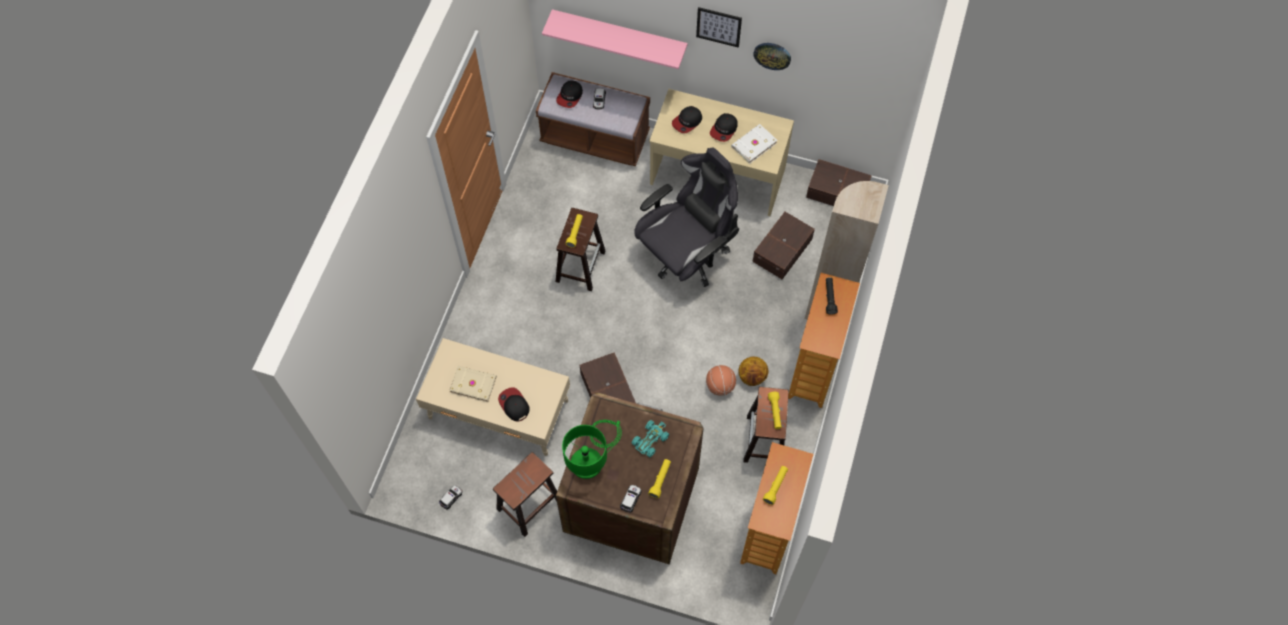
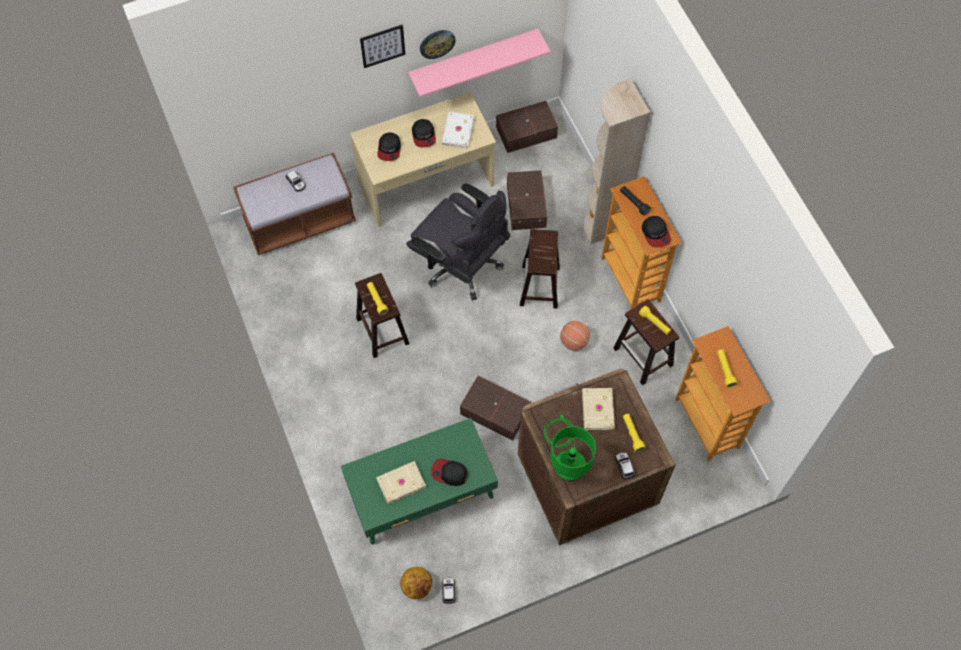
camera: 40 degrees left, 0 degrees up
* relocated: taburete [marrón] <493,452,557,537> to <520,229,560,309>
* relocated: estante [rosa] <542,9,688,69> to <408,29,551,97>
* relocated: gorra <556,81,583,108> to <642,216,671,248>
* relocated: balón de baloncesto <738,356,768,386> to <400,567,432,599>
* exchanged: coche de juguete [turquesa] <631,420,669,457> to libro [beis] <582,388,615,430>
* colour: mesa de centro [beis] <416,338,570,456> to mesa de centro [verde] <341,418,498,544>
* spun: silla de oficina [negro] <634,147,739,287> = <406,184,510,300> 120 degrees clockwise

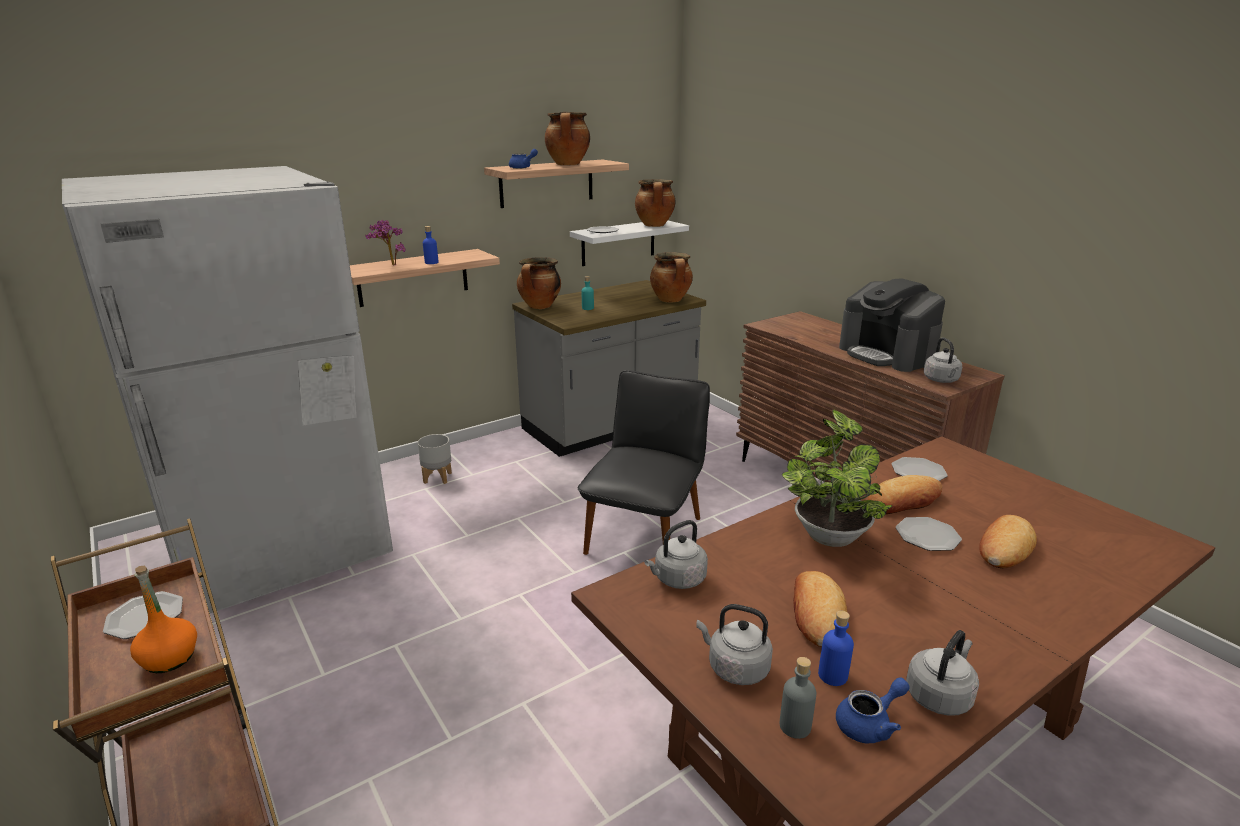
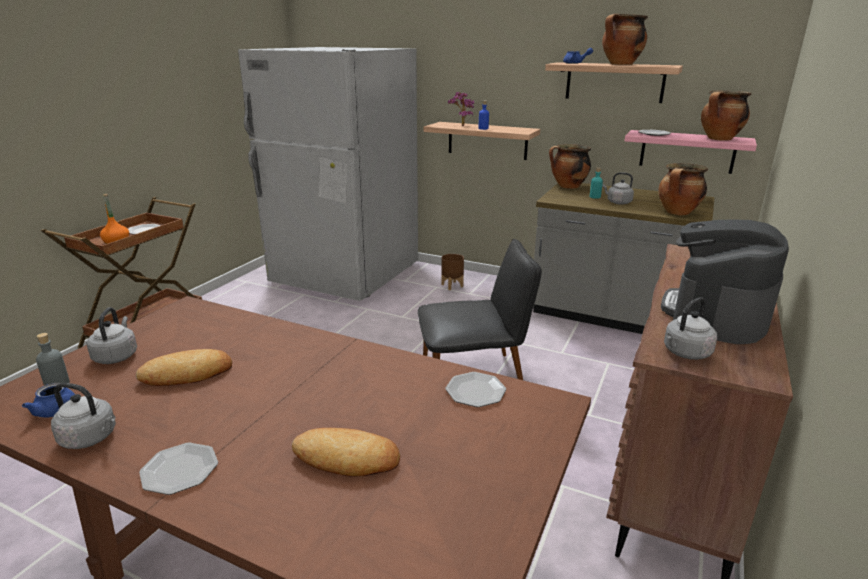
camera: 60 degrees right, 0 degrees up
* missing: planta en maceta <782,410,892,547>
* missing: botella [azul] <818,610,854,686>
* missing: pan <868,475,942,514>
* relocated: hervidor [gris] <644,520,708,589> to <602,172,634,205>
* relocated: plato <896,517,962,551> to <139,442,218,495>
* colour: maceta [gris] <417,434,452,484> to maceta [marrón] <441,254,464,290>
* colour: estante [blanco] <570,221,689,266> to estante [rosa] <624,130,757,174>

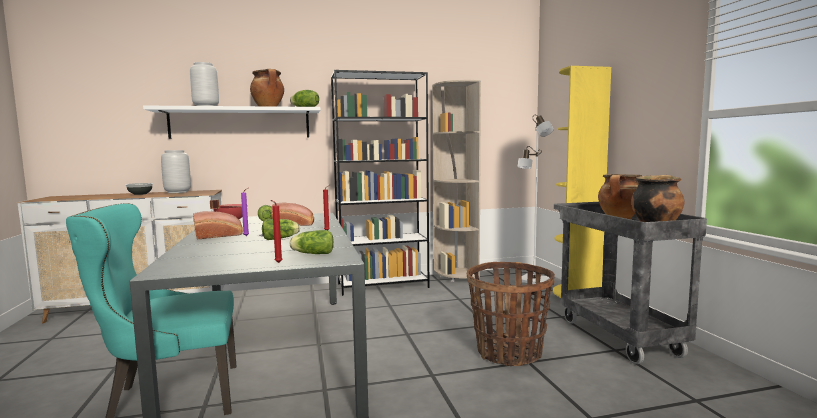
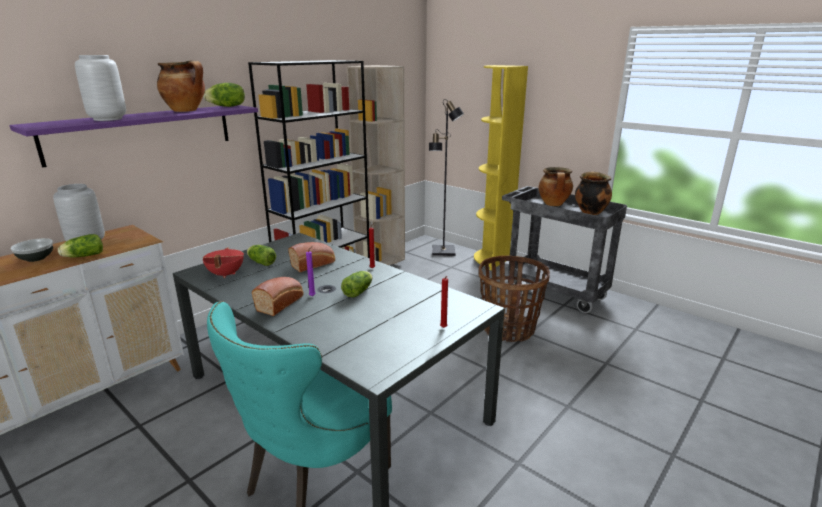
camera: 35 degrees left, 15 degrees up
* relocated: lechuga <290,230,334,254> to <58,234,103,257>
* colour: estante [blanco] <143,106,321,139> to estante [morado] <9,105,258,168>
* colour: lámpara de pie [blanco] <518,115,554,284> to lámpara de pie [negro] <429,99,464,256>

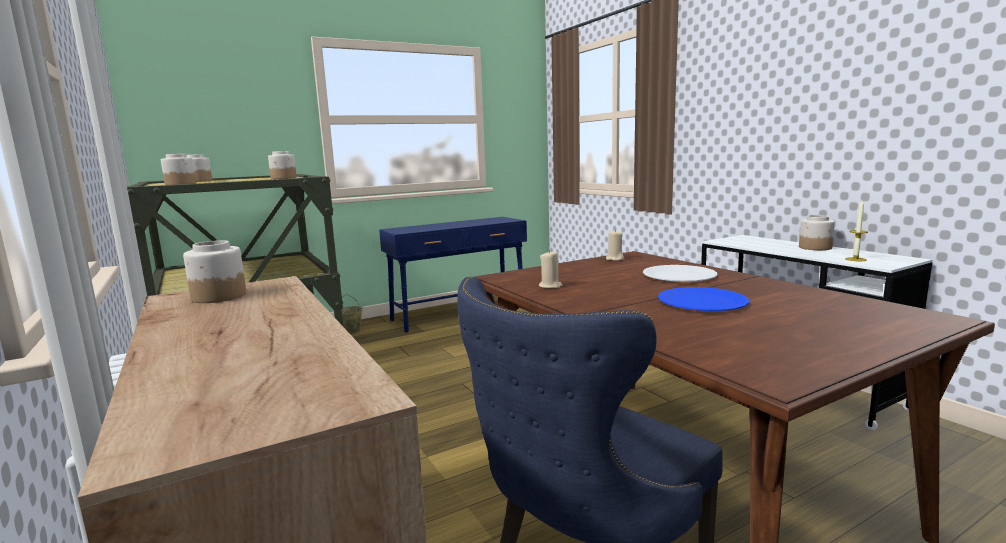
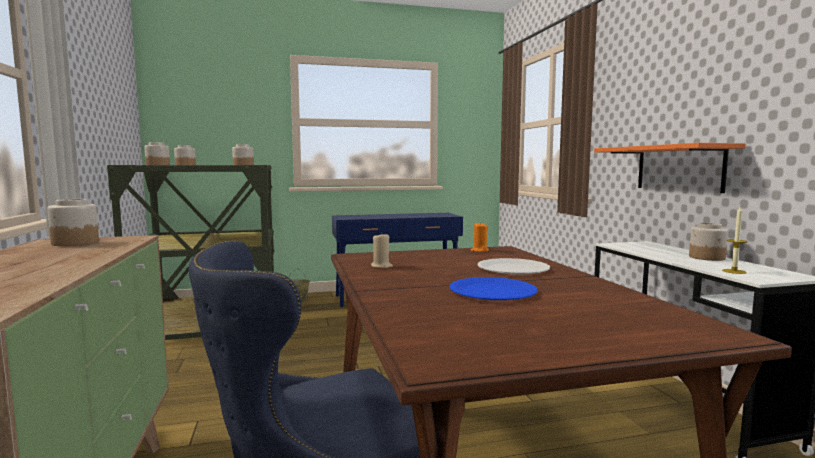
camera: 15 degrees right, 5 degrees down
* appeared: estante [naranja] <594,143,746,193>
* colour: vela [beis] <606,229,624,261> to vela [naranja] <471,222,489,252>

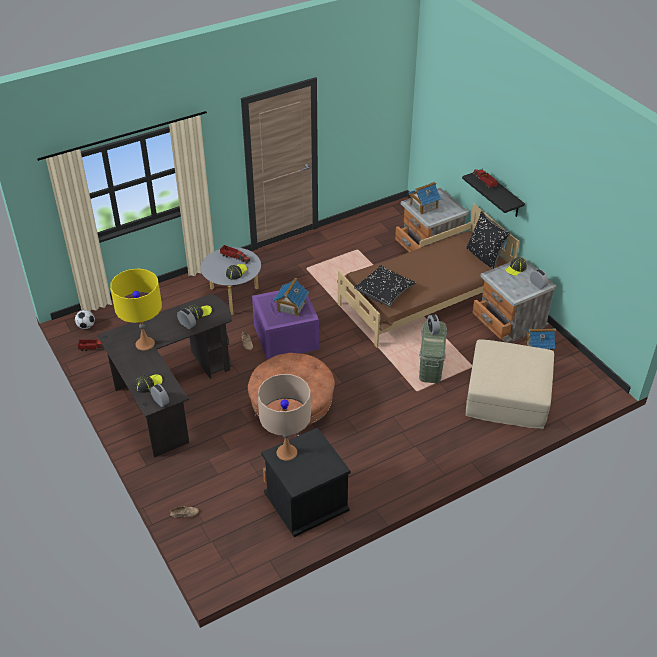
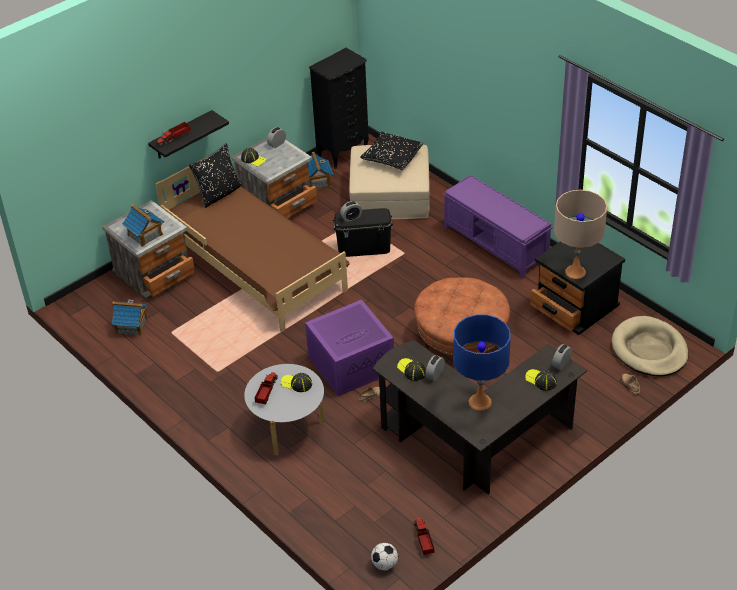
camera: 100 degrees left, 0 degrees up
* appeared: cómoda [negro] <309,48,369,169>
* appeared: banco [morado] <443,174,552,279>
* appeared: cama para perro [beis] <612,316,688,376>
* relocated: casita <273,278,309,317> to <112,300,148,336>
* relocated: cojín [negro] <354,265,416,307> to <360,132,423,170>
* colour: lámpara de mesa [amarillo] <110,269,162,351> to lámpara de mesa [azul] <454,314,511,411>
* colour: caja de almacenaje [verde] <419,321,447,384> to caja de almacenaje [negro] <333,208,393,257>

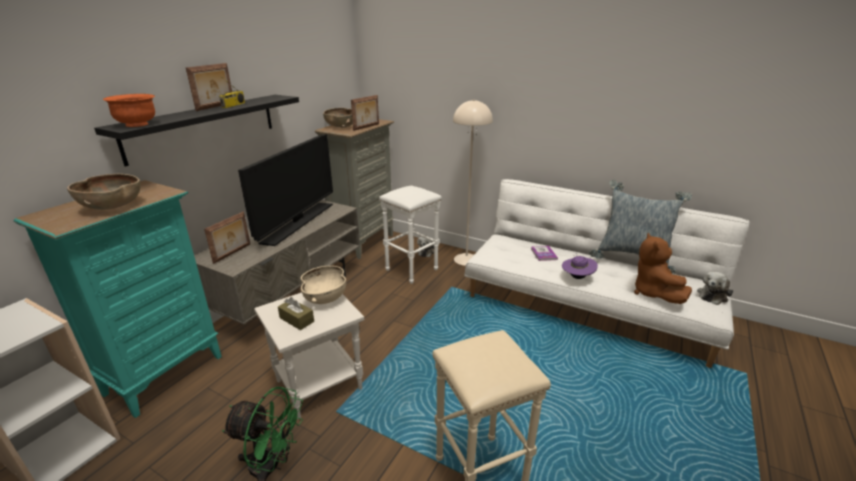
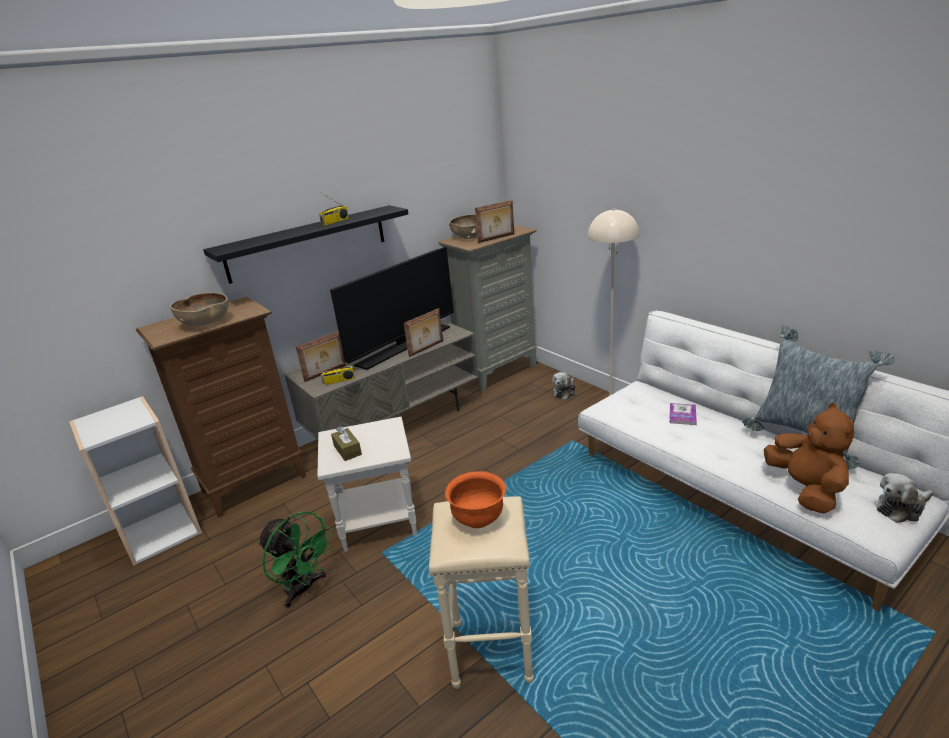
camera: 25 degrees right, 0 degrees up
* missing: cuenco [beis] <300,266,346,304>
* missing: taburete [blanco] <379,186,442,284>
* missing: sombrero [morado] <562,253,598,279>
* appeared: radio <321,355,355,385>
* relocated: cuenco [naranja] <103,94,155,127> to <445,471,506,528>
* relocated: portarretratos <186,63,232,111> to <404,308,443,357>
* colour: cómoda [turquesa] <14,180,222,418> to cómoda [marrón] <136,297,306,518>
* spun: peluche [marrón] <634,233,692,304> = <764,403,854,514> 150 degrees clockwise

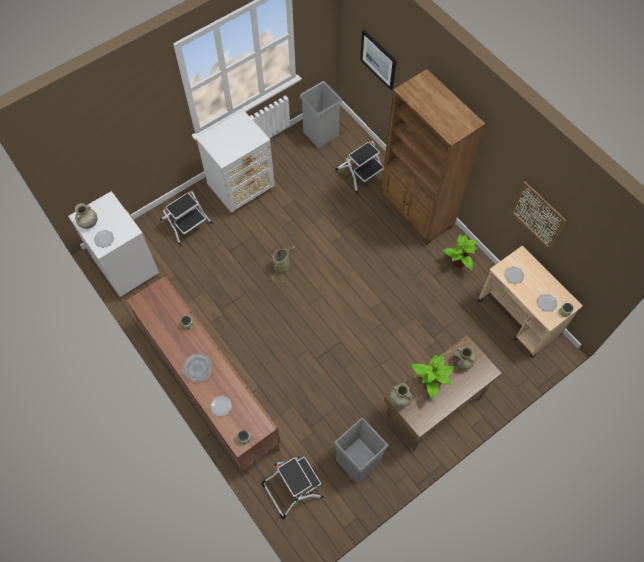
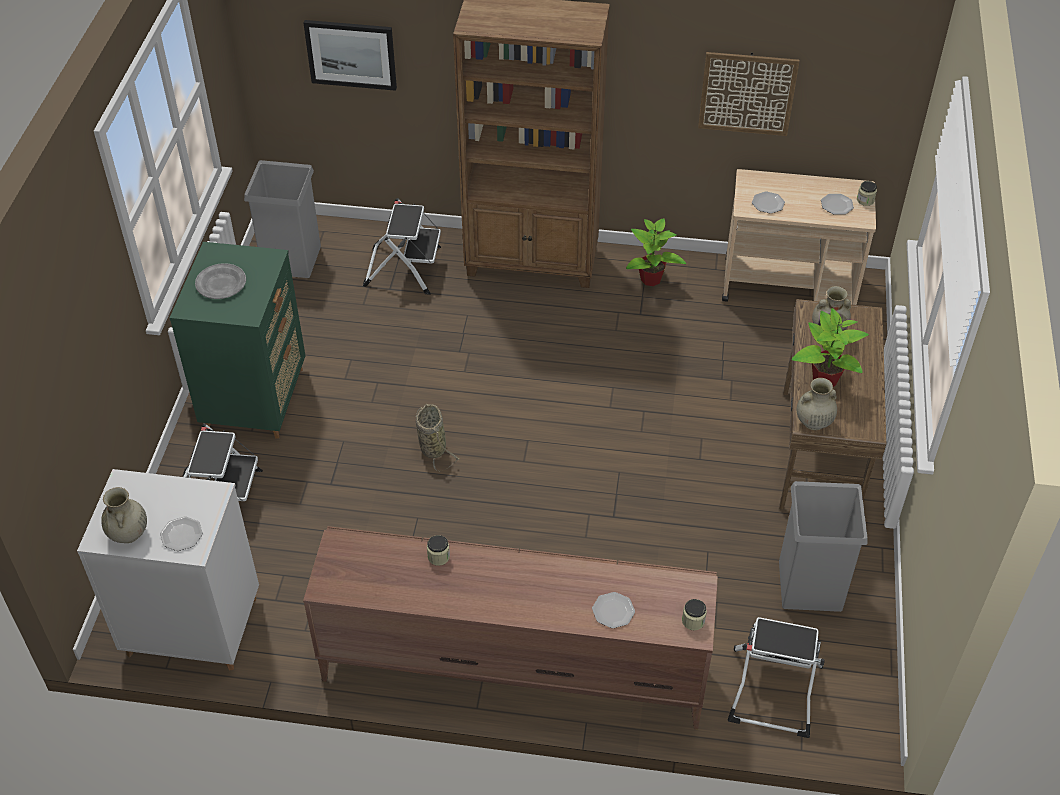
camera: 45 degrees left, 15 degrees down
* relocated: plato [gris] <182,354,212,382> to <195,263,246,299>
* colour: cómoda [blanco] <196,110,275,215> to cómoda [verde] <170,242,306,439>

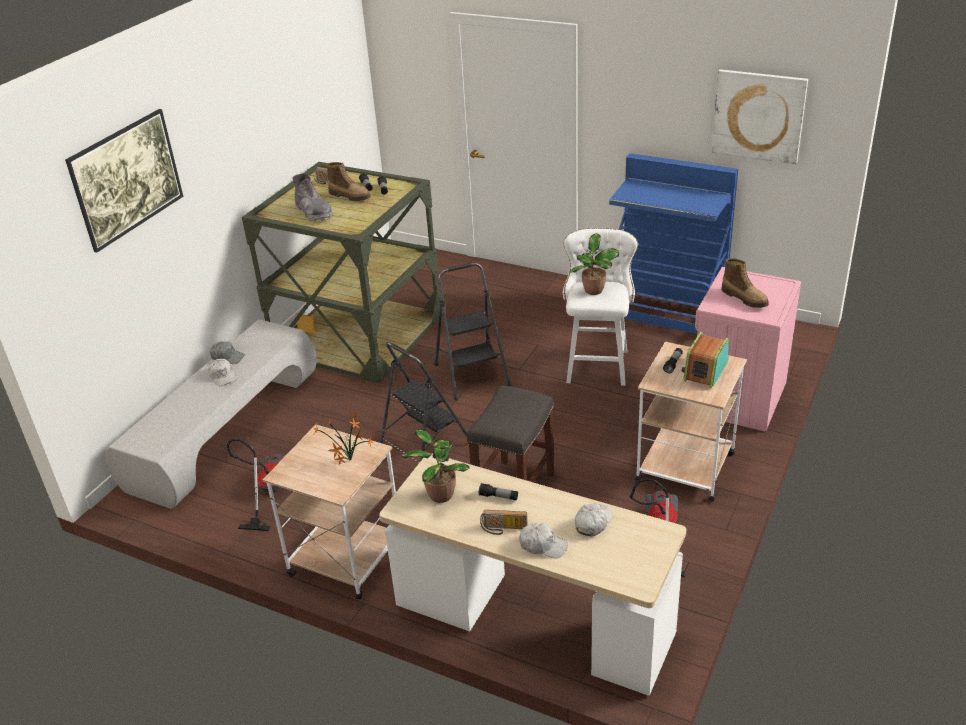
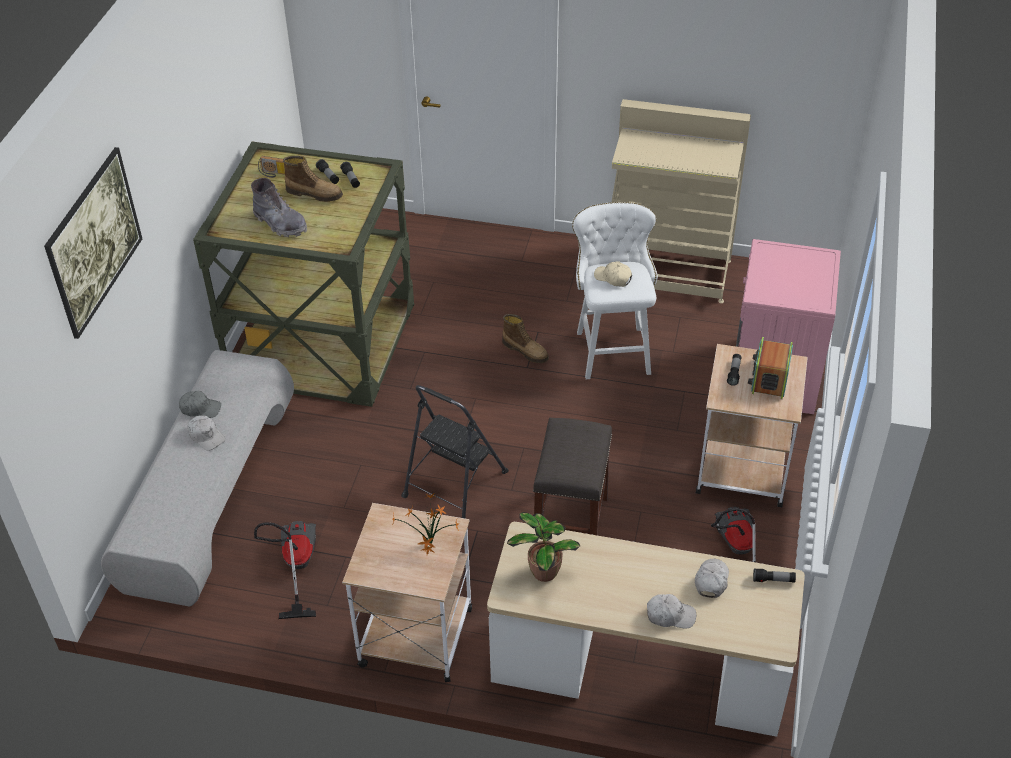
camera: 15 degrees left, 10 degrees up
* missing: escalera de tijera [negro] <434,263,512,400>
* missing: radio <480,510,528,535>
* missing: cuadro <712,69,808,164>
* relocated: linterna <479,483,518,500> to <753,568,796,583>
* relocated: bota <721,258,769,308> to <502,314,549,363>
* exchanged: planta en maceta <569,233,619,295> to gorra [beis] <594,261,632,287>
* colour: zapatero [azul] <609,153,738,334> to zapatero [beis] <611,99,751,303>

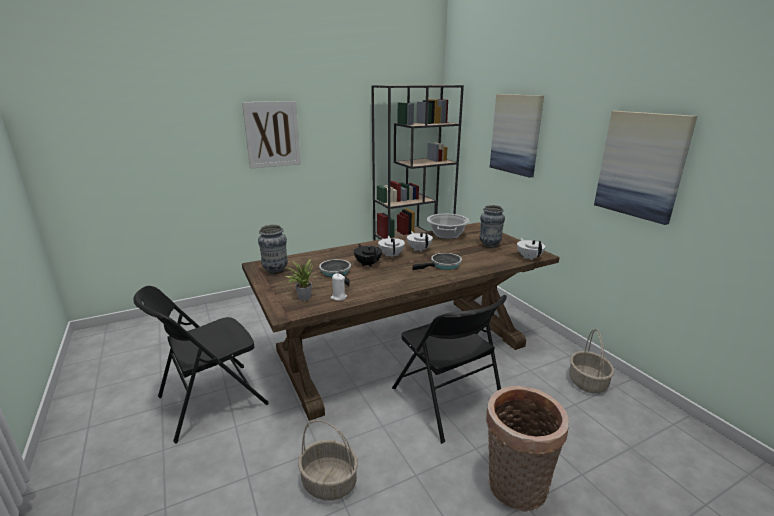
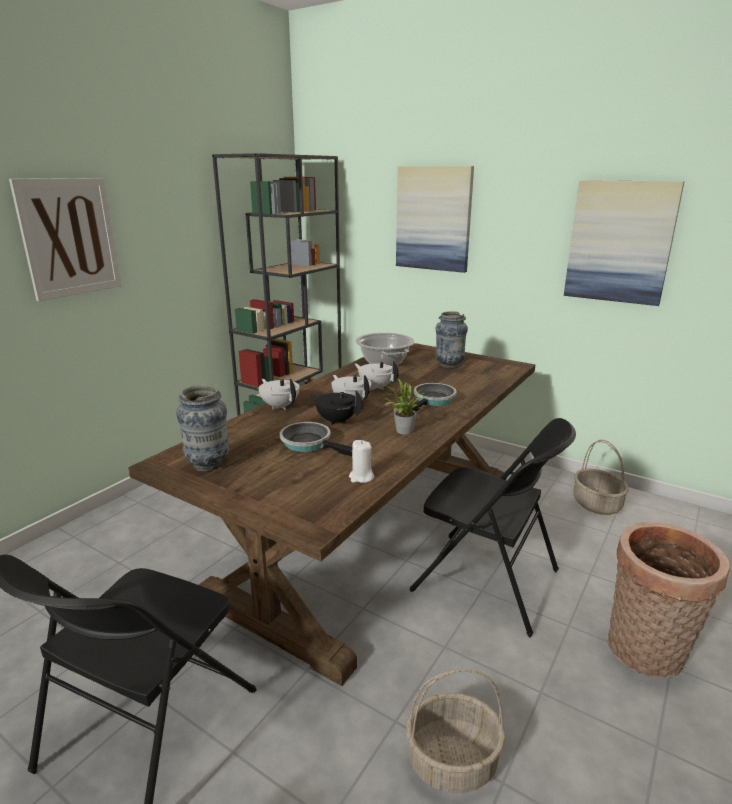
camera: 30 degrees left, 0 degrees up
* relocated: planta en maceta <285,259,318,301> to <382,380,424,434>
* relocated: tetera [blanco] <517,238,545,261> to <258,379,299,410>

